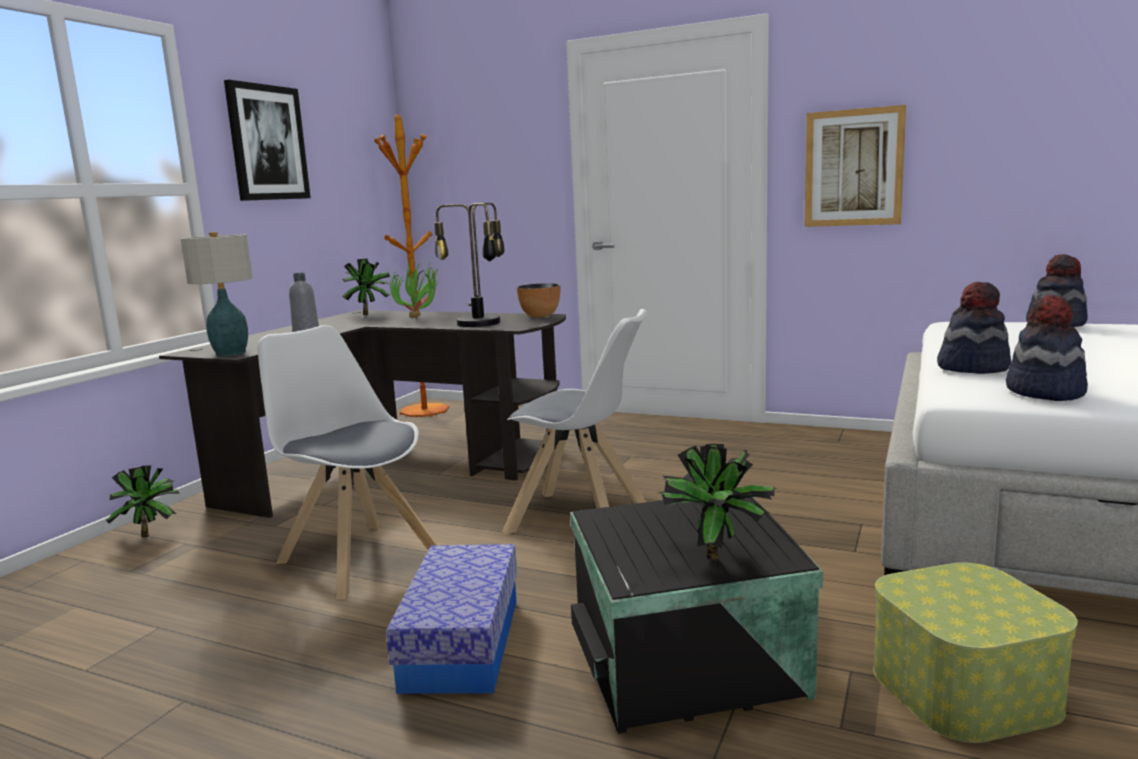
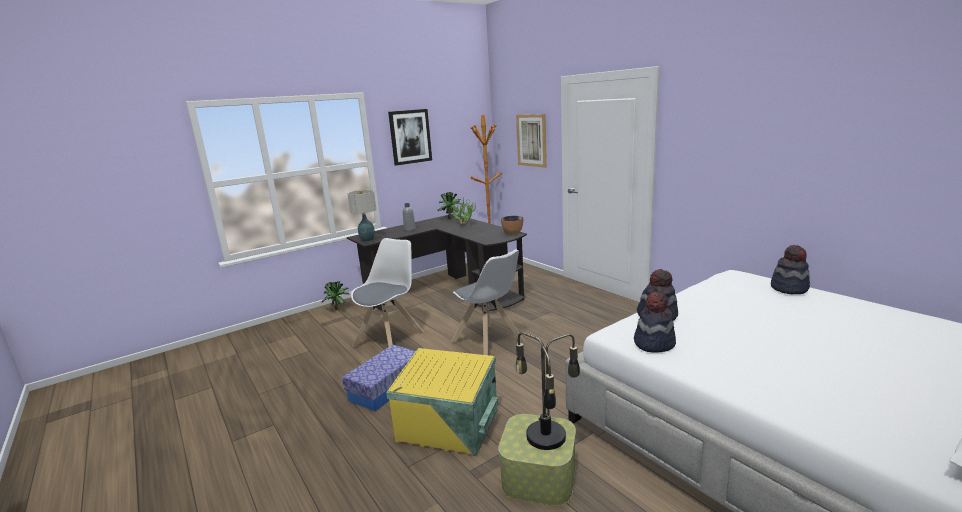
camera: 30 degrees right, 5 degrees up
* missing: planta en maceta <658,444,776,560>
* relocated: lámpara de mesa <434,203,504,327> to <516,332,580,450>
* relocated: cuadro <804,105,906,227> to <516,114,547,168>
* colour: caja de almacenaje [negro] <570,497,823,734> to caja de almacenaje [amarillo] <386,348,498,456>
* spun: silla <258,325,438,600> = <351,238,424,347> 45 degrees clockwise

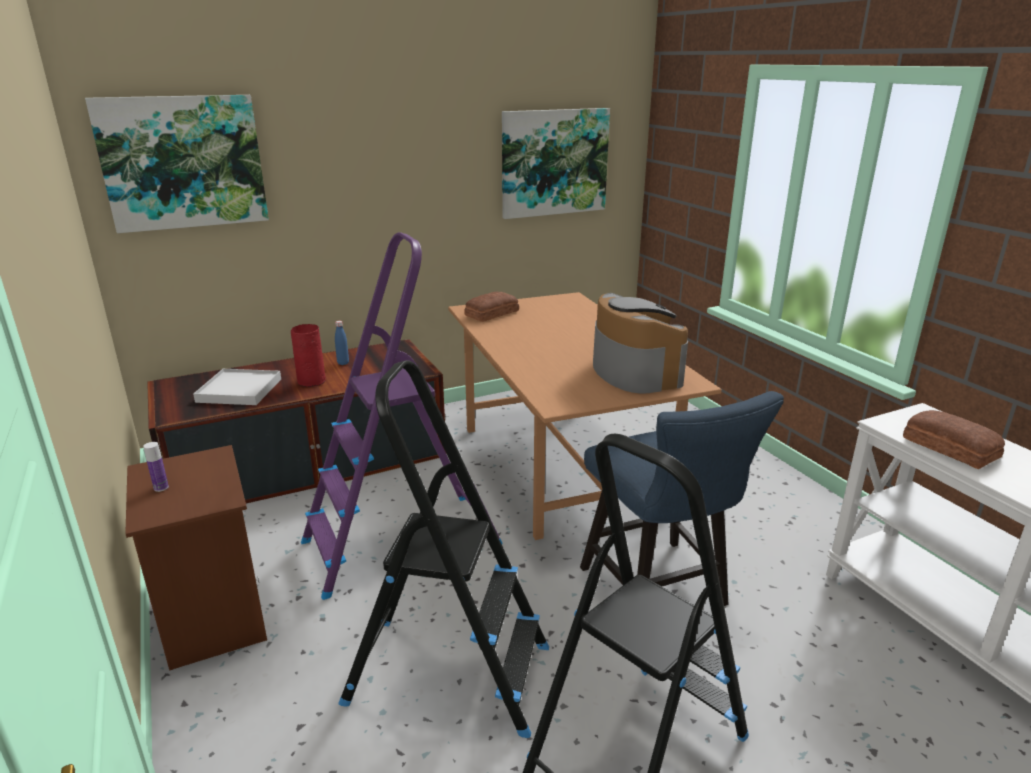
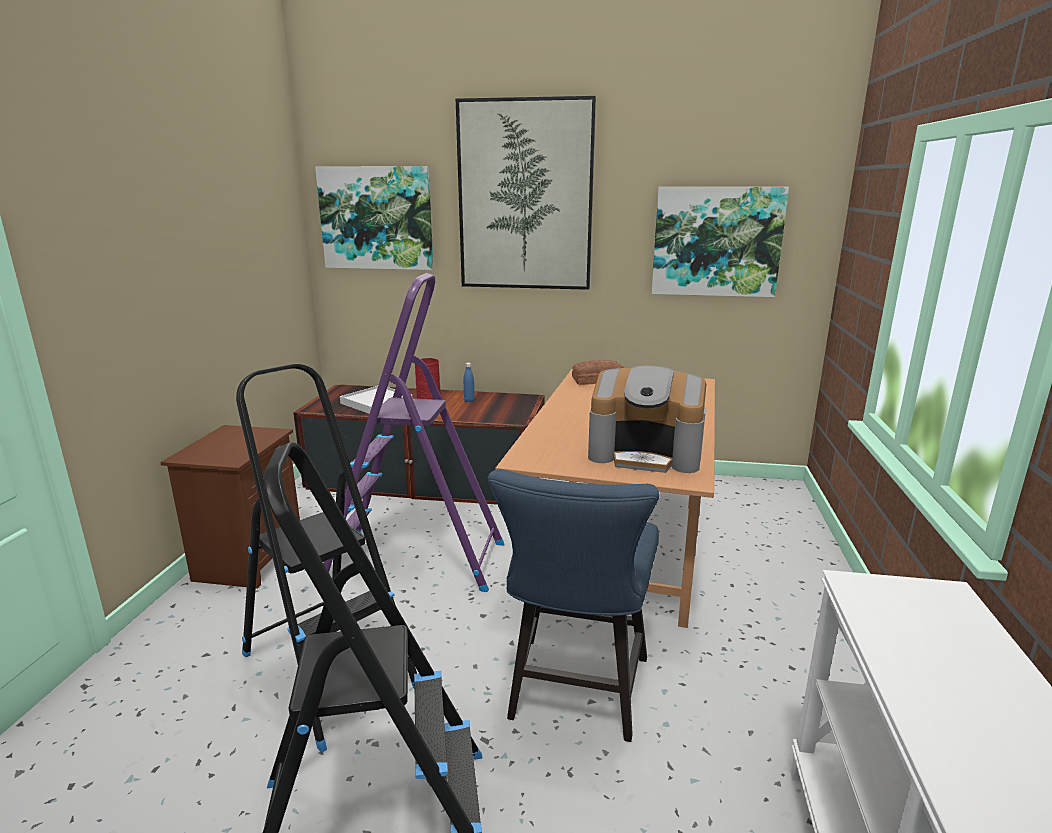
camera: 35 degrees right, 5 degrees down
* missing: botella <143,442,169,492>
* missing: pan <903,410,1005,469>
* appeared: cuadro <456,96,596,290>
* spun: cafetera <593,293,688,394> = <588,366,706,473> 90 degrees clockwise

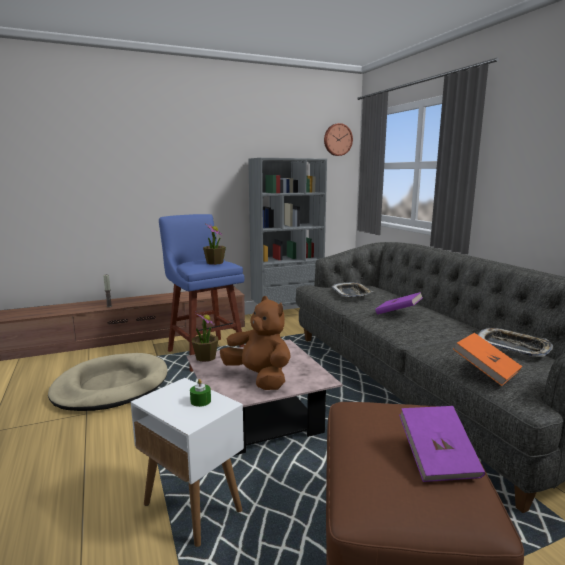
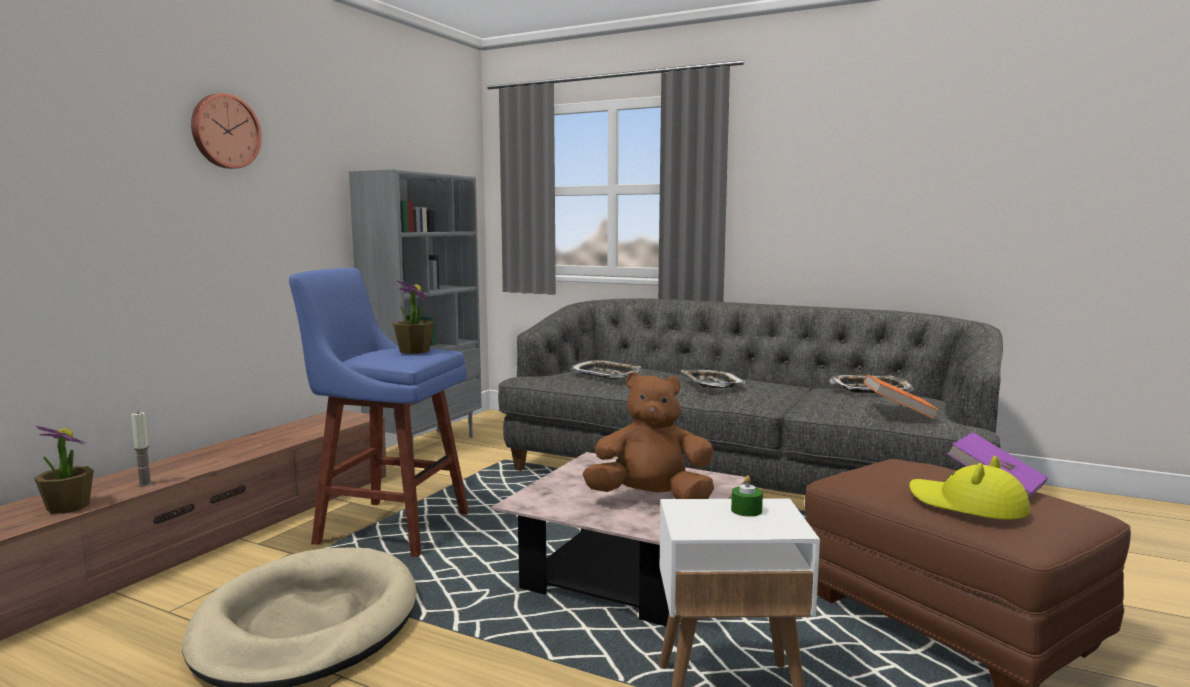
camera: 40 degrees left, 5 degrees down
* appeared: sombrero [amarillo] <909,456,1030,520>
* relocated: planta en maceta <192,312,218,362> to <34,426,94,514>
* relocated: reloj de pared <324,123,353,156> to <191,93,262,169>
* exchanged: libro [morado] <375,292,423,315> to bandeja <682,370,745,388>

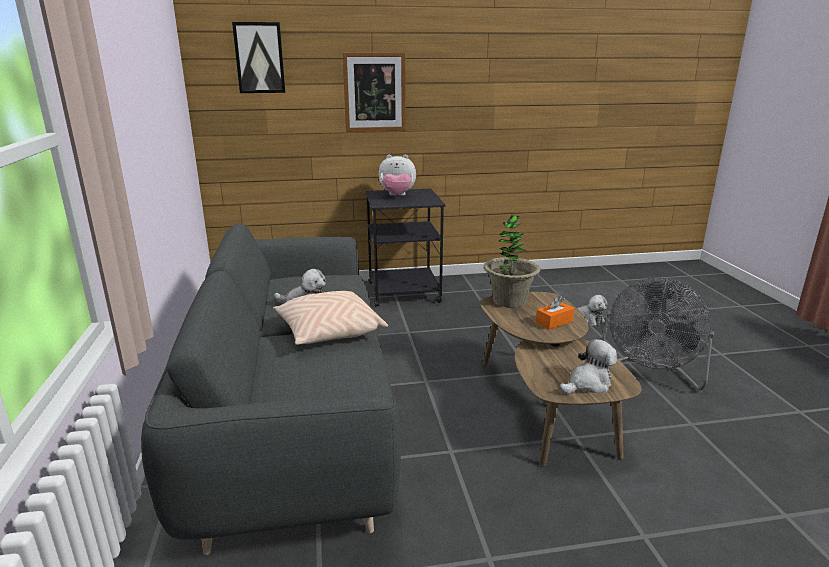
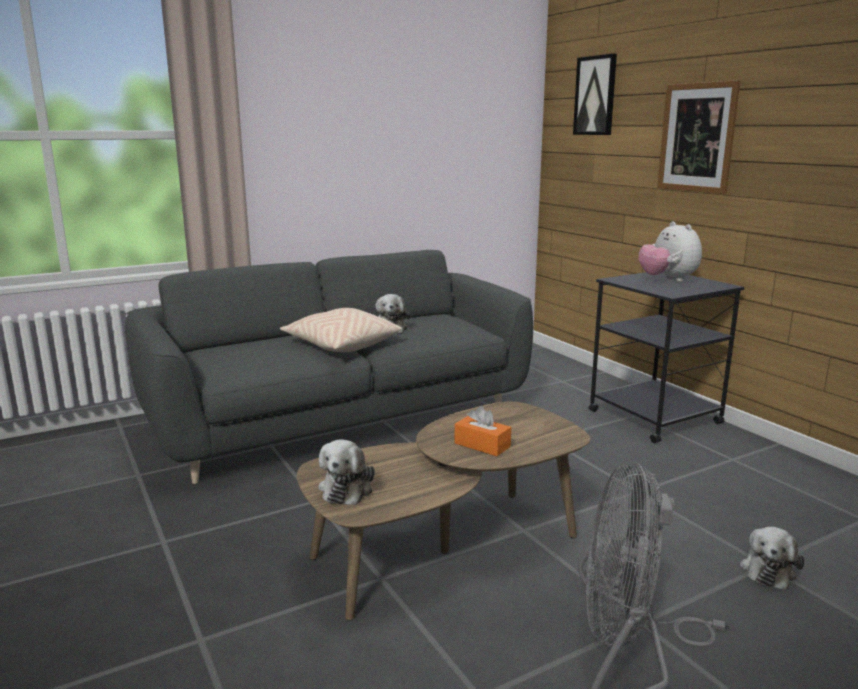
camera: 70 degrees right, 5 degrees down
* missing: planta en maceta <483,215,541,308>
* spun: peluche <559,339,617,394> = <318,439,375,505> 60 degrees clockwise

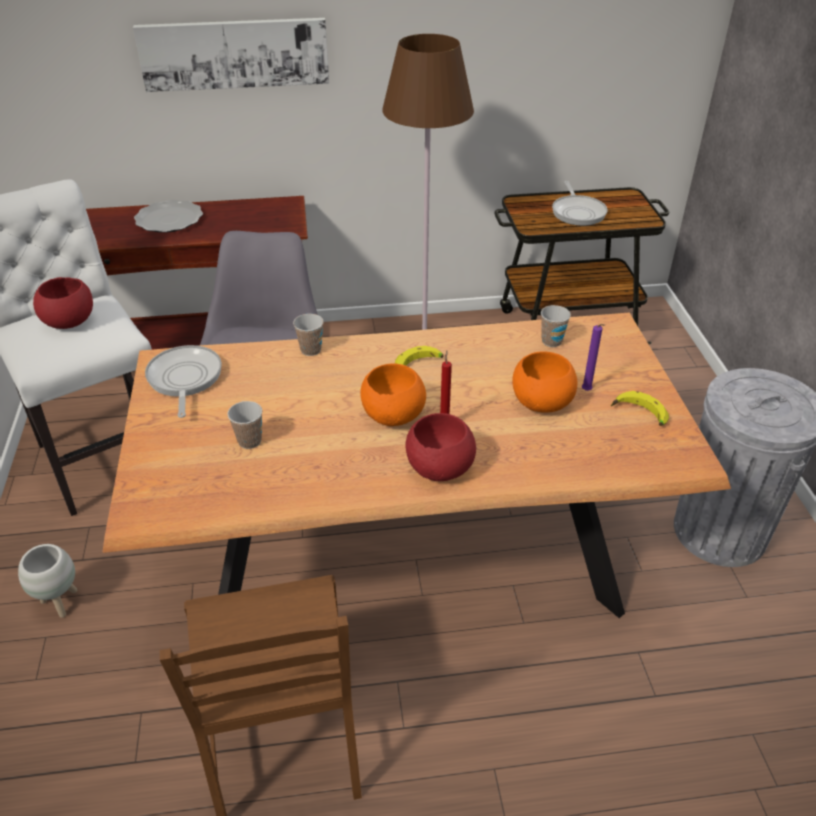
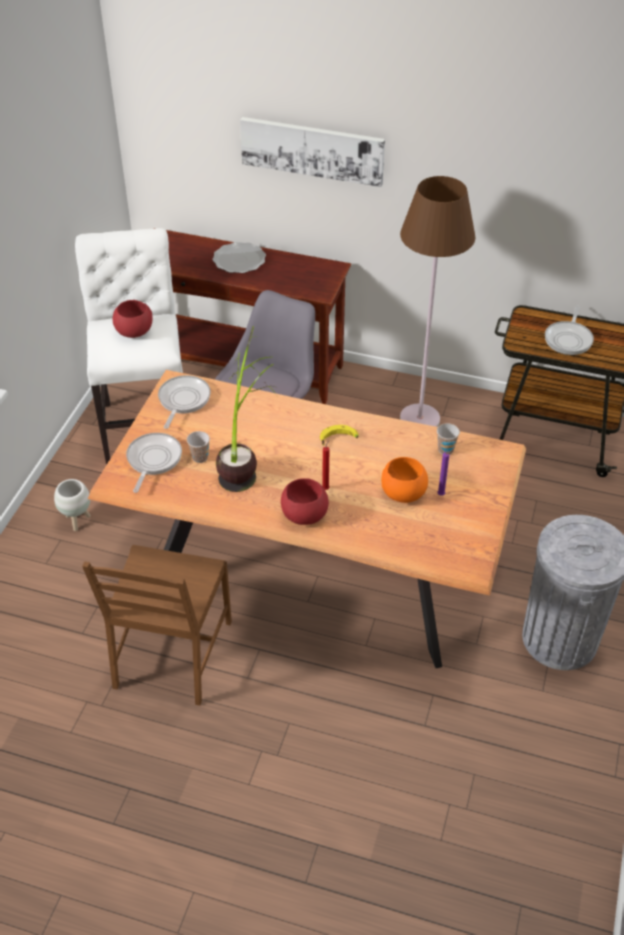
camera: 25 degrees right, 5 degrees up
* missing: taza <293,314,324,356>
* missing: cuenco [naranja] <360,364,426,426>
* missing: plátano <611,391,669,426>
* appeared: sartén <126,433,182,493>
* appeared: planta en maceta <216,326,277,492>

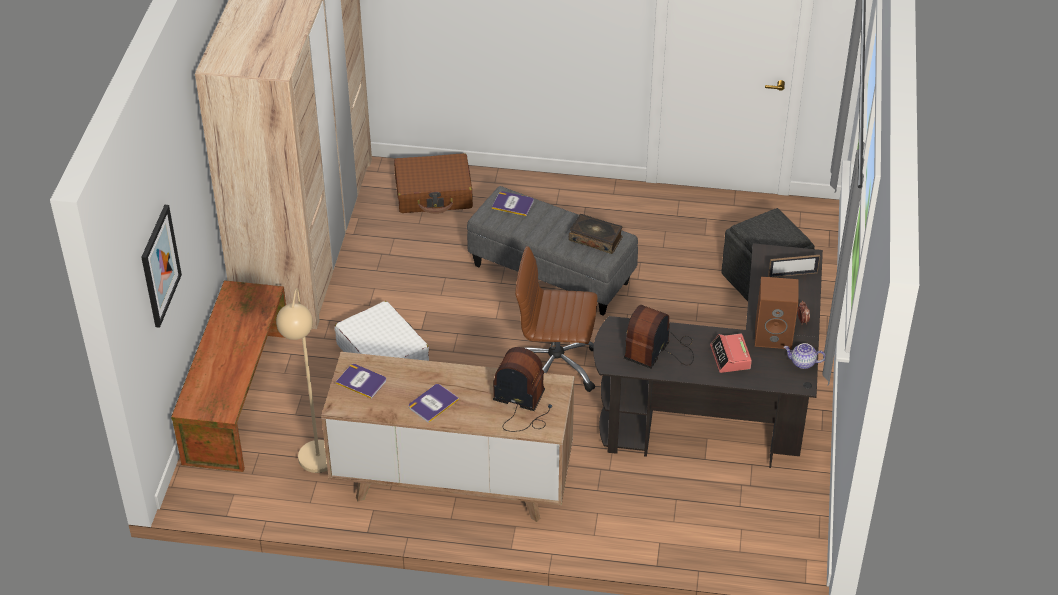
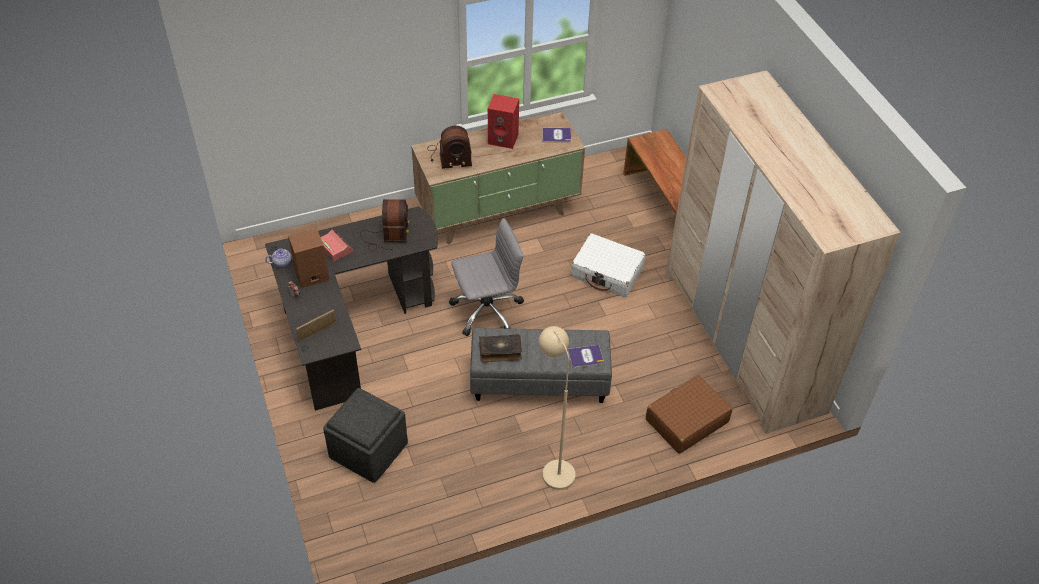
camera: 150 degrees right, 5 degrees up
* missing: cuadro <141,205,182,328>
* relocated: lámpara de pie [beis] <276,288,328,473> to <539,326,576,490>
* exchanged: libro <409,384,459,423> to altavoz [rojo] <488,94,519,149>
* colour: silla de oficina [marrón] <515,246,597,392> to silla de oficina [gris] <449,218,524,336>

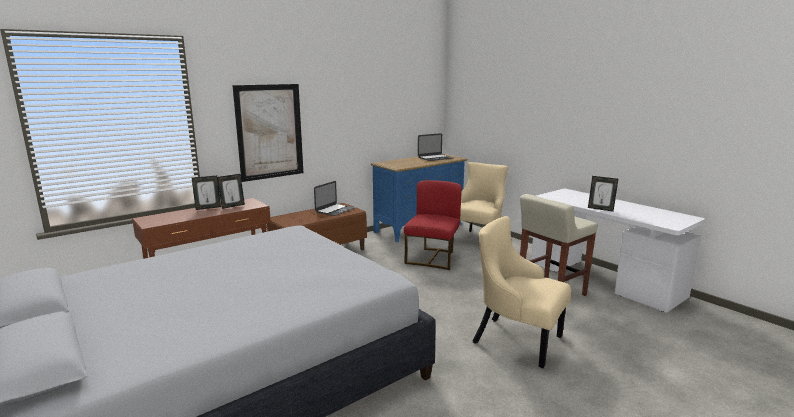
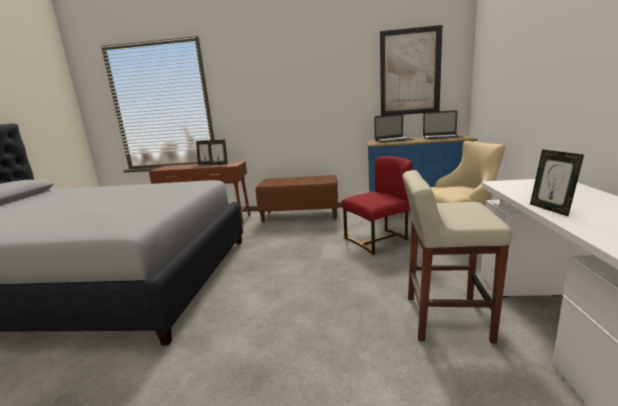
camera: 45 degrees right, 0 degrees up
* missing: silla [beis] <473,216,571,368>
* relocated: cuadro <232,84,303,182> to <380,25,442,116>
* relocated: portátil <314,181,355,216> to <374,114,414,143>

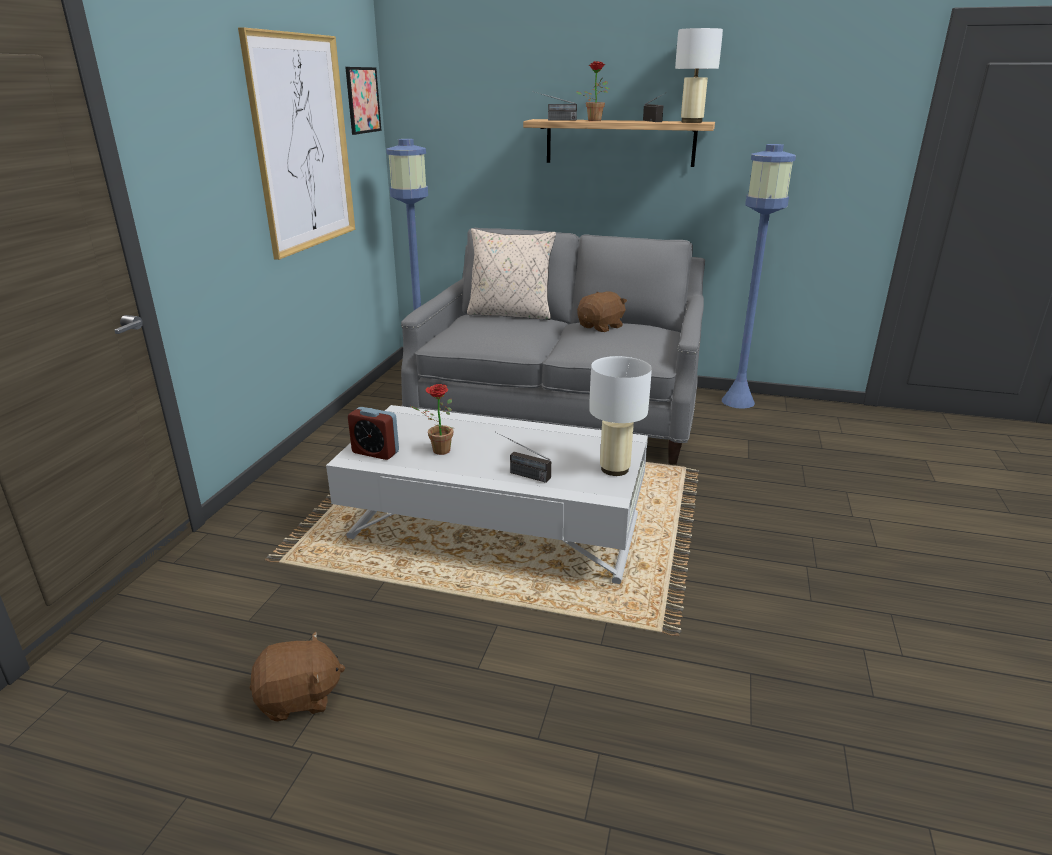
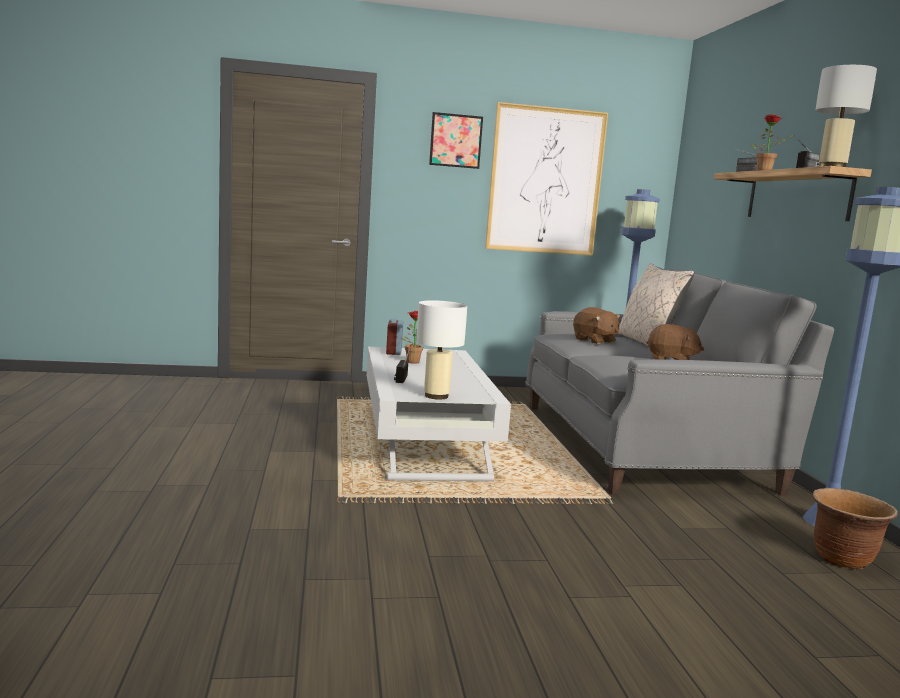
camera: 65 degrees right, 15 degrees down
* appeared: maceta [marrón] <813,488,898,569>
* relocated: peluche [marrón] <250,632,345,722> to <573,307,620,344>
* relocated: cuadro <345,67,381,135> to <429,112,483,169>

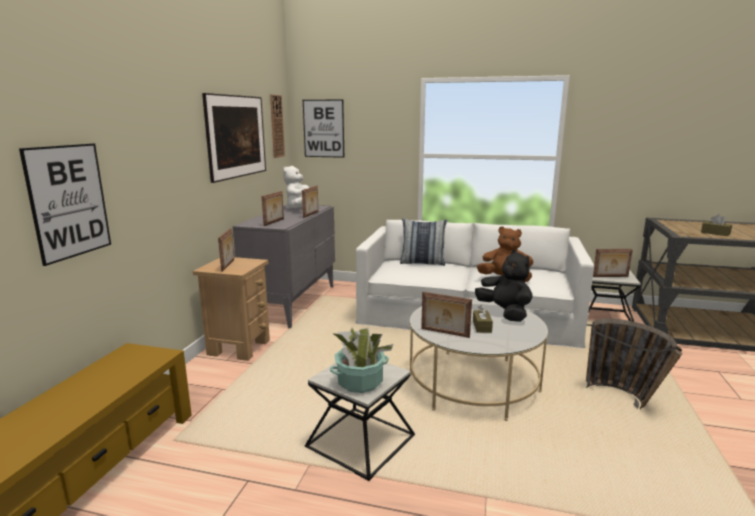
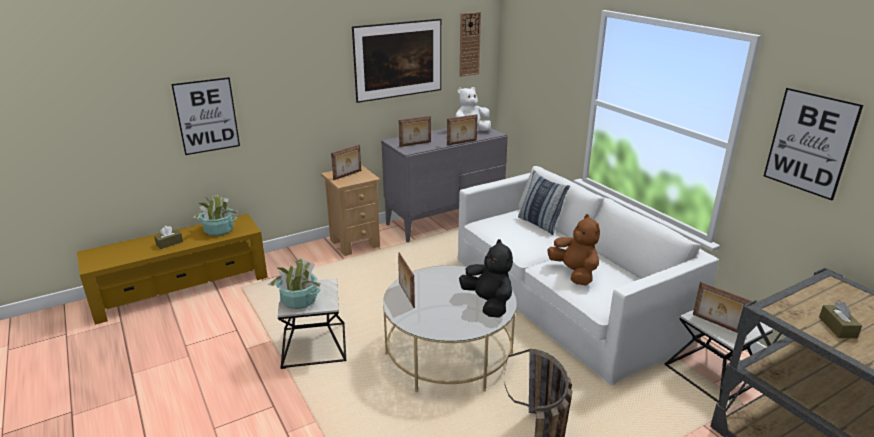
camera: 45 degrees right, 10 degrees up
* appeared: planta en maceta <193,195,238,236>
* relocated: cuadro <303,99,344,158> to <764,88,863,200>
* relocated: caja de pañuelos [marrón] <473,304,493,333> to <154,226,183,249>
* spun: peluche [negro] <475,250,533,322> = <459,239,513,318> 45 degrees counterclockwise

